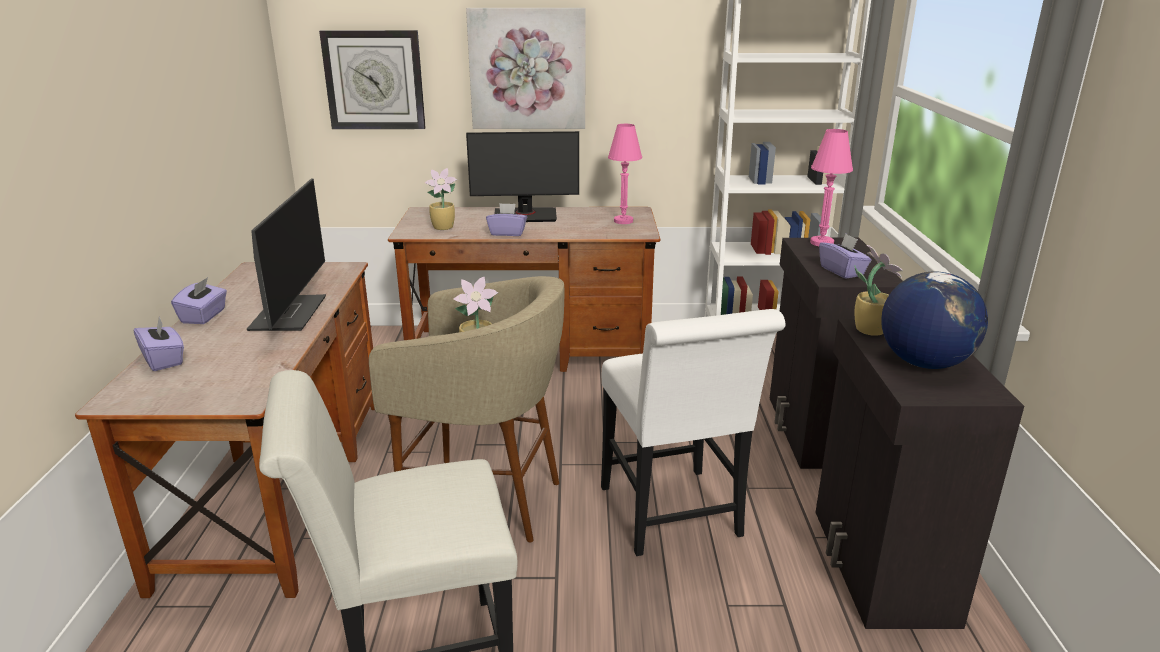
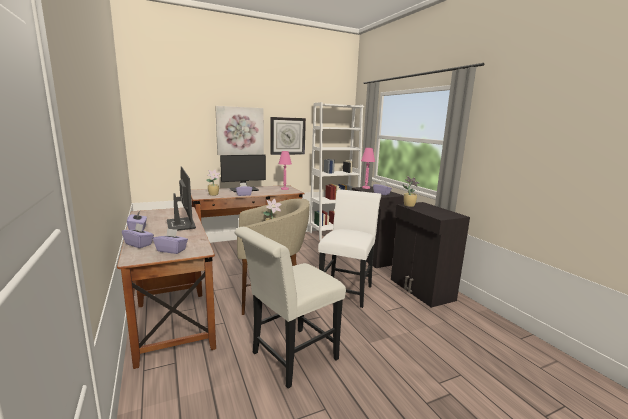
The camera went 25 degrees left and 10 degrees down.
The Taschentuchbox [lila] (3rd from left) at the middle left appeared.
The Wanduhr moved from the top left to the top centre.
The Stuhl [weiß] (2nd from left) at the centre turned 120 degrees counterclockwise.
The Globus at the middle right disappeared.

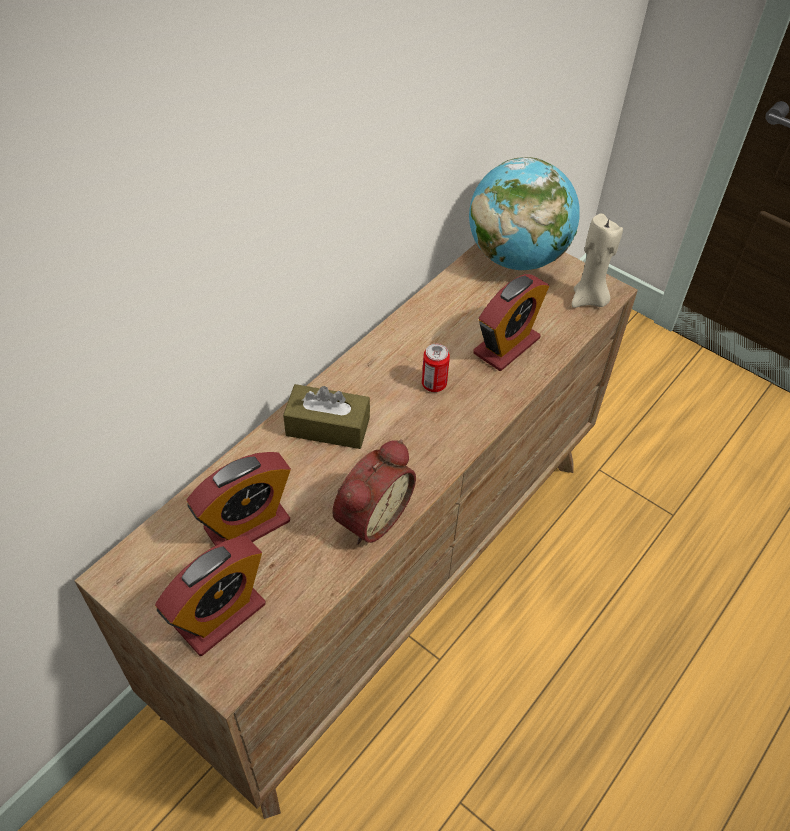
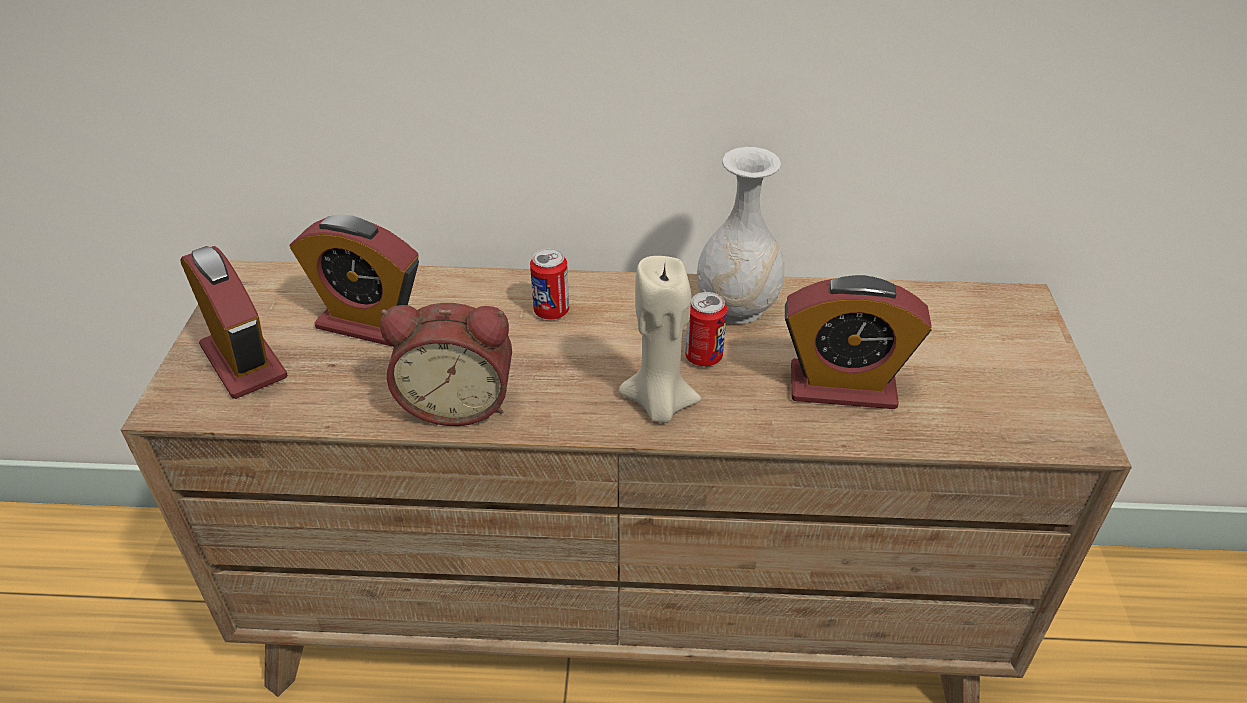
The camera went 55 degrees right and 10 degrees down.
The Wecker (1st from left) at the bottom left turned 135 degrees counterclockwise.
The Taschentuchbox [braun] at the centre was replaced by the Dose (1st from left) at the centre.
The Kerze [beige] moved from the top right to the centre.
The Vase [weiß] at the centre appeared.
The Globus at the top centre disappeared.

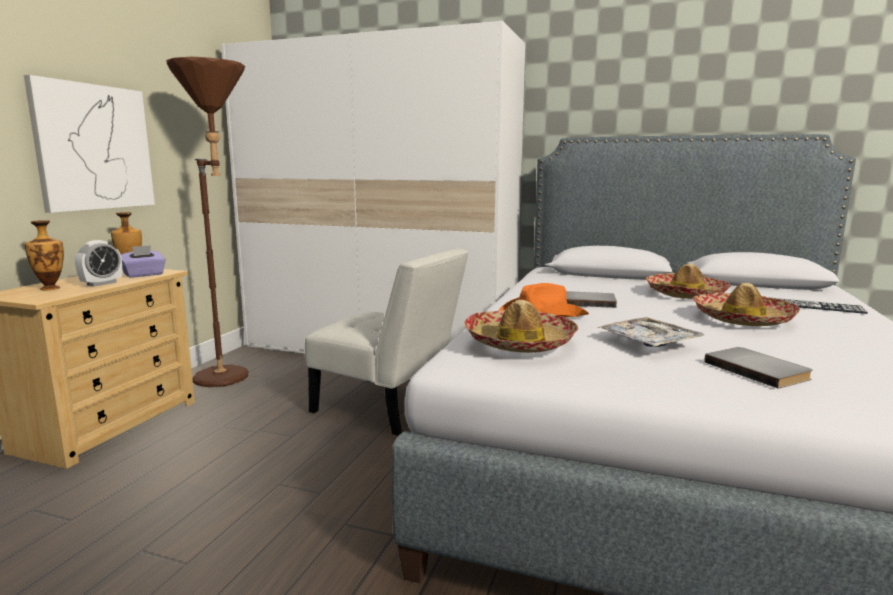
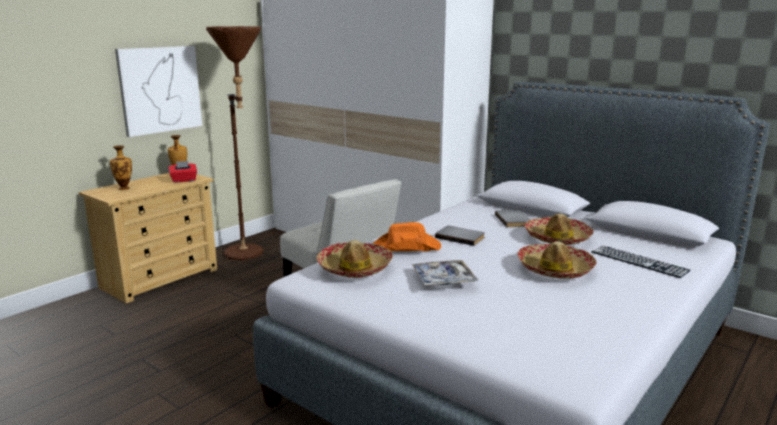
The camera went 20 degrees right and 5 degrees up.
The Taschentuchbox [lila] at the middle left became the Taschentuchbox [rot] at the middle left.
The Buch [grau] (2nd from left) moved from the middle right to the centre.
The Wecker at the middle left disappeared.

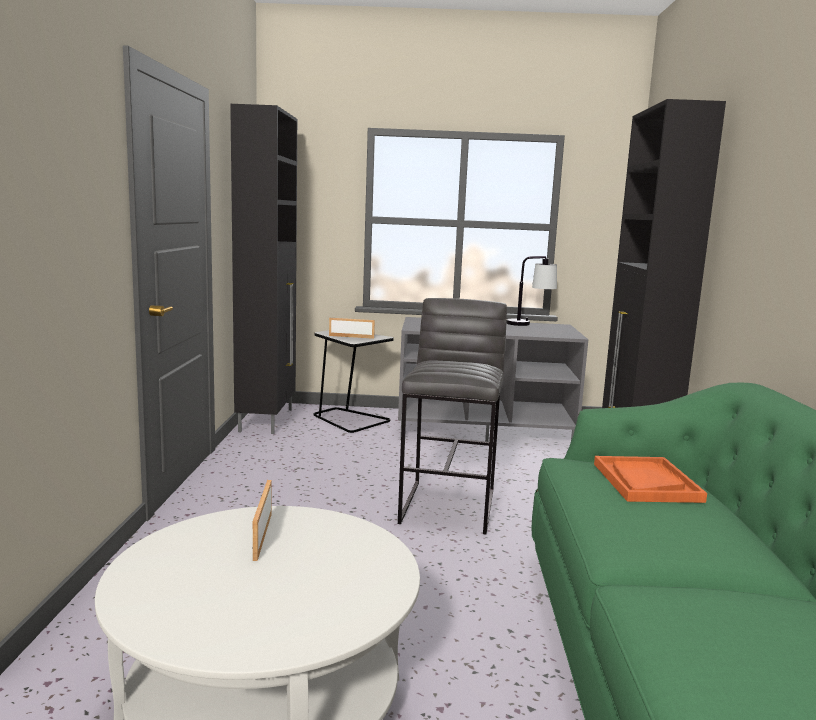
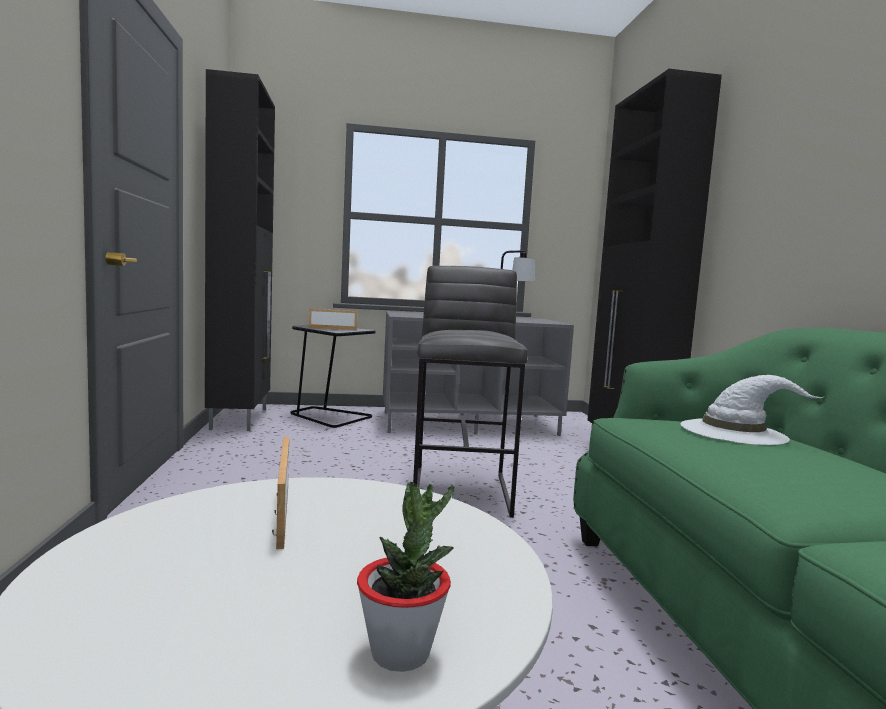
The camera went 10 degrees left and 5 degrees down.
The Topfpflanze at the bottom centre appeared.
The Tablett [orange] at the middle right was replaced by the Hut [weiß] at the middle right.

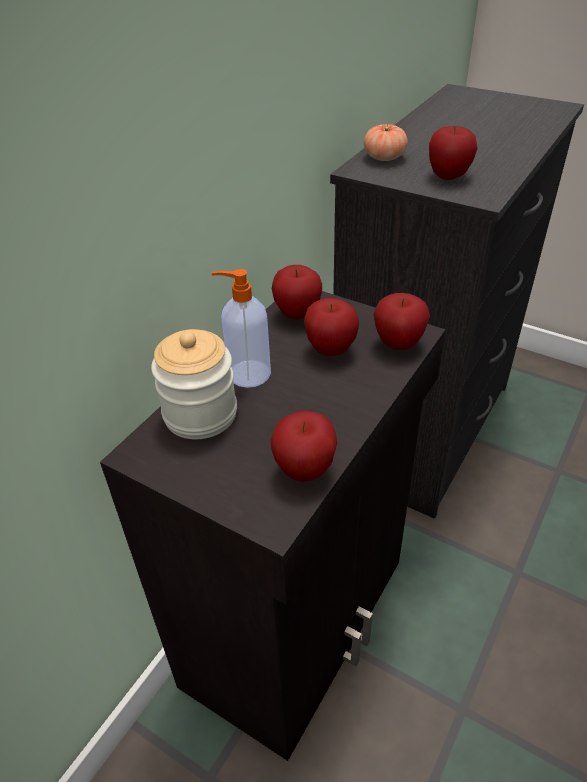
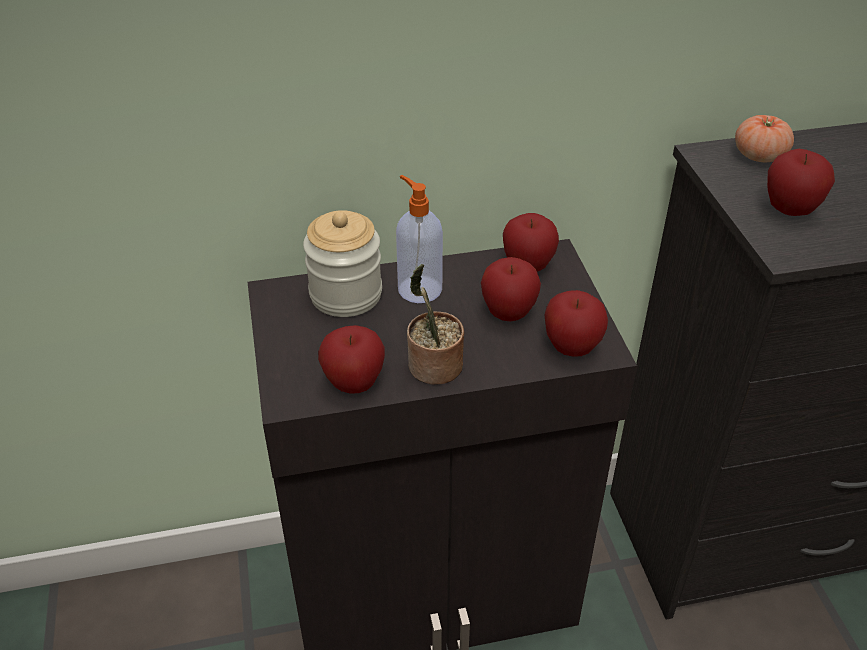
The camera went 45 degrees right and 0 degrees up.
The Topfpflanze at the centre appeared.

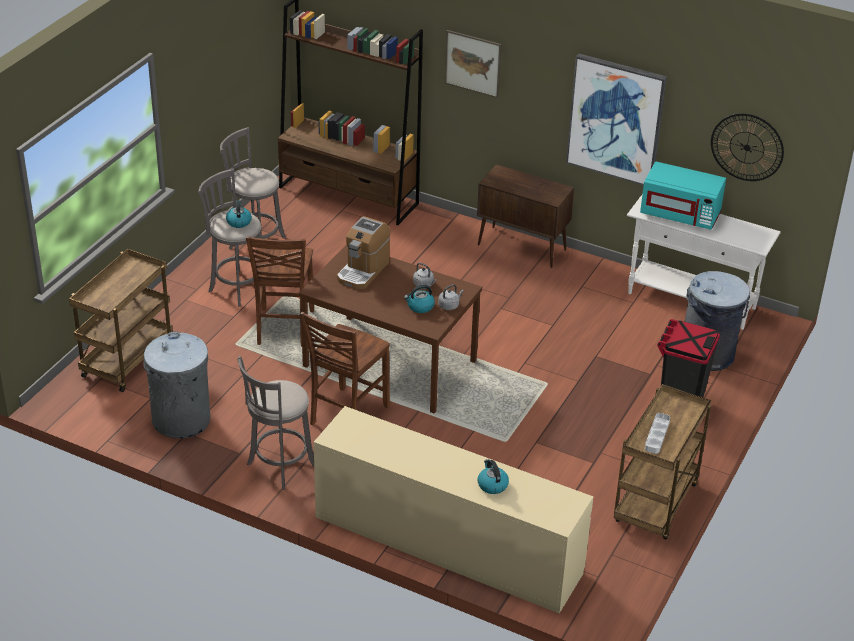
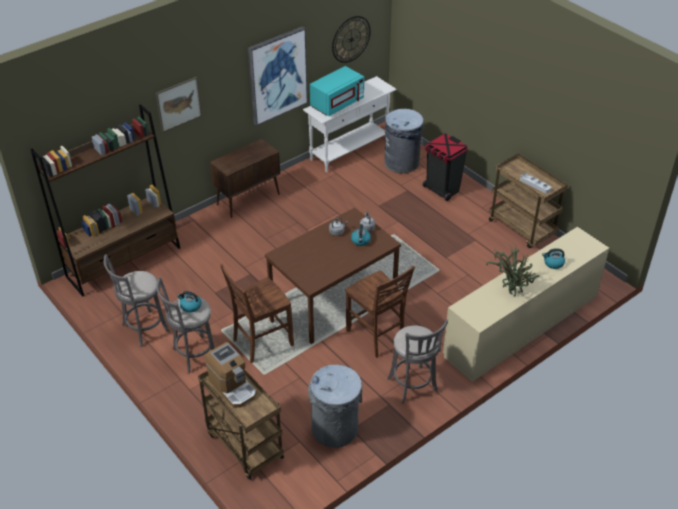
The camera went 65 degrees left and 5 degrees up.
The Kaffeemaschine moved from the centre to the bottom centre.
The Stuhl [braun] (1st from left) at the middle left turned 120 degrees clockwise.
The Topfpflanze at the middle right appeared.

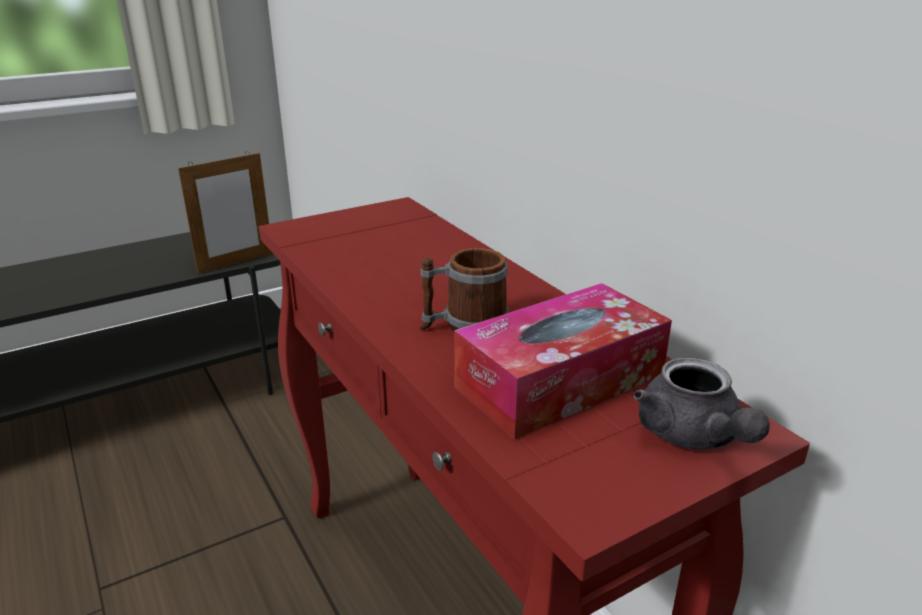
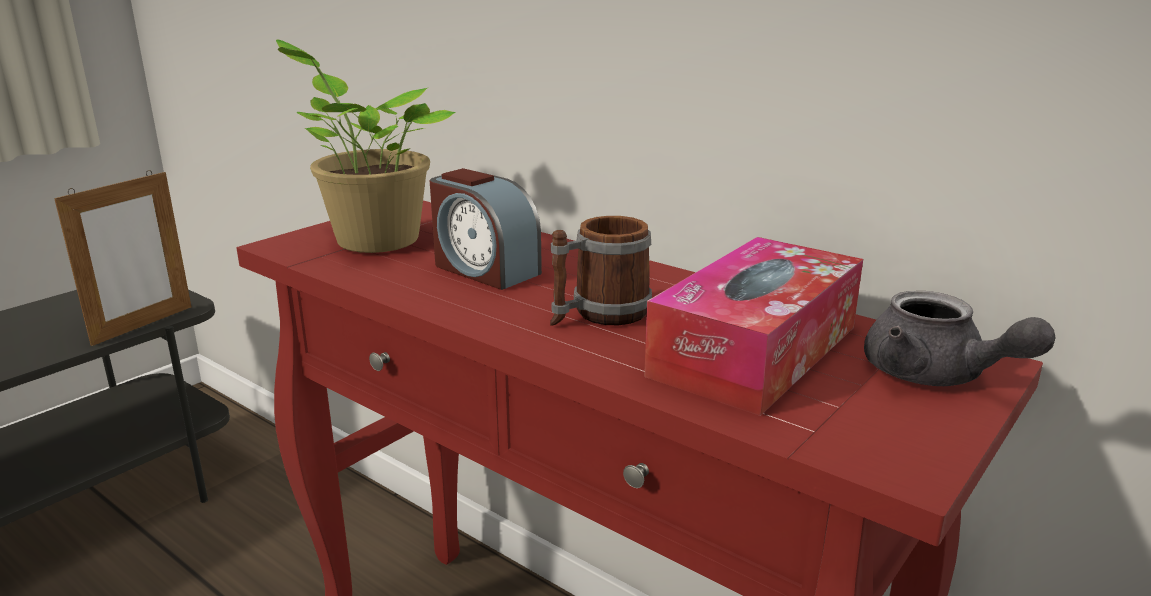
The camera went 20 degrees left and 5 degrees down.
The Topfpflanze at the top left appeared.
The Wecker at the centre appeared.

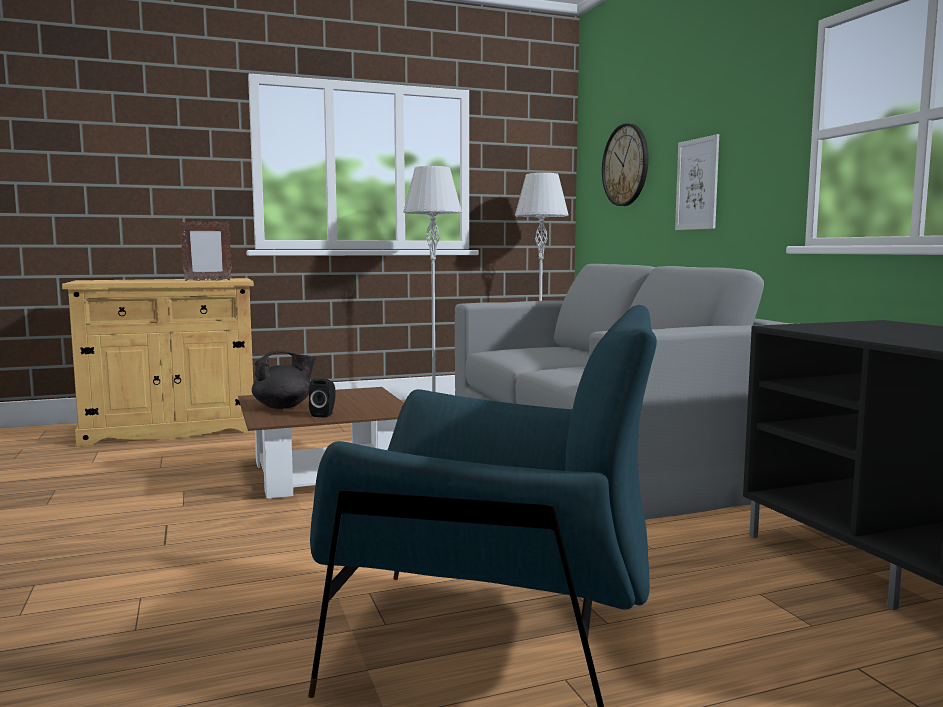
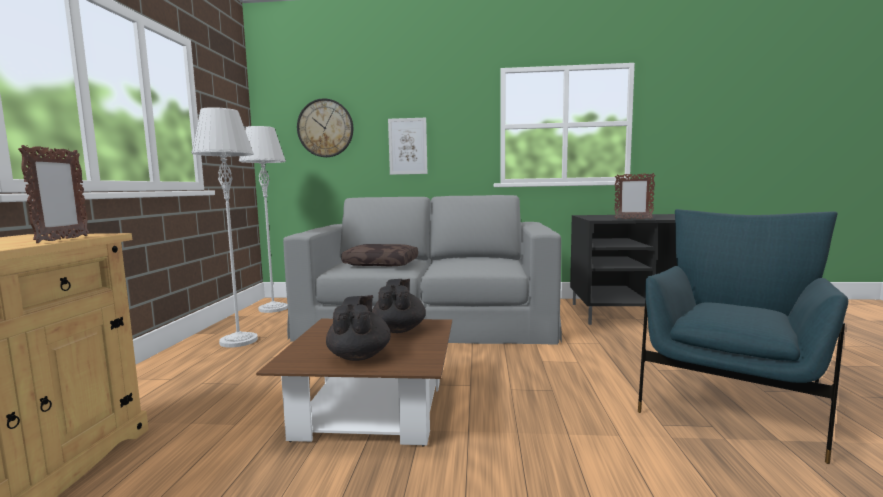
The camera went 65 degrees left and 0 degrees up.
The Kissen [braun] at the centre appeared.
The Teekanne [schwarz] (2nd from left) at the centre appeared.
The Bilderrahmen (2nd from left) at the middle right appeared.
The Lautsprecher [schwarz] at the centre disappeared.

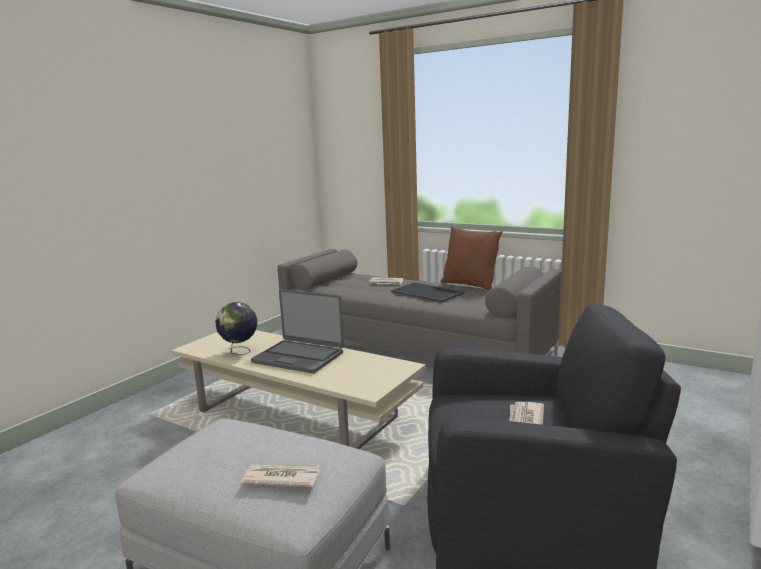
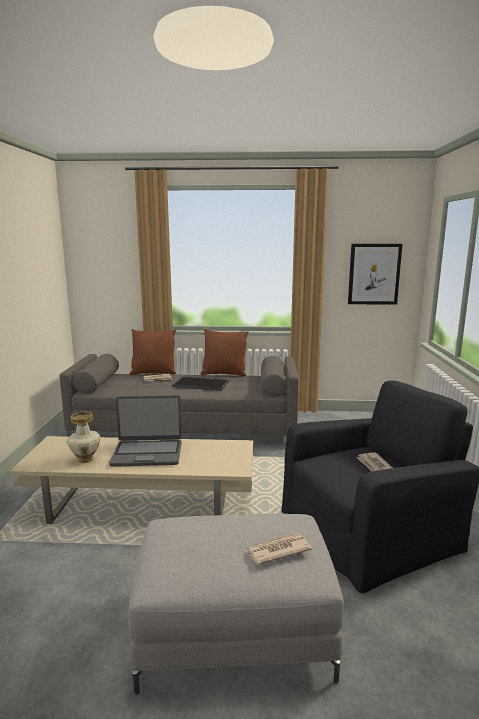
The camera went 30 degrees left and 0 degrees up.
The Globus at the middle left was replaced by the Vase at the middle left.
The Kissen [braun] (1st from left) at the middle left appeared.
The Bild at the middle right appeared.

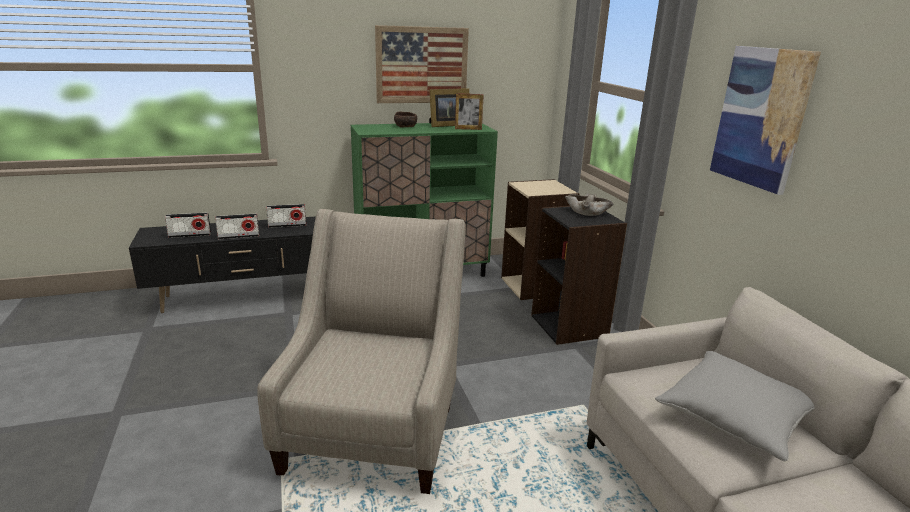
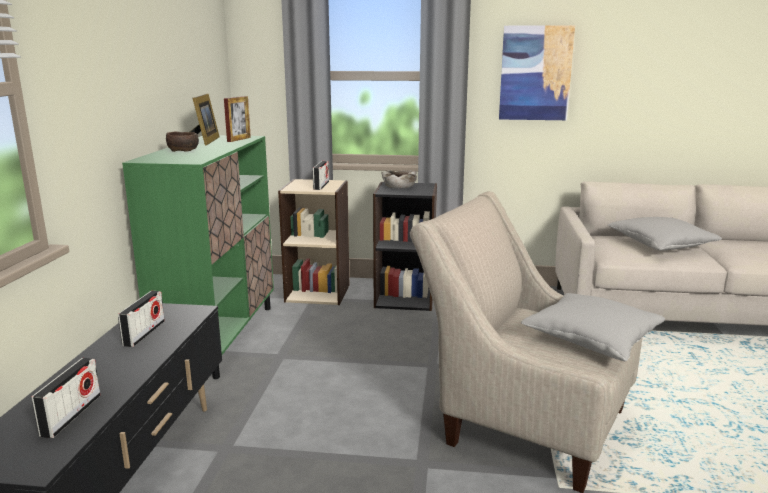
The camera went 65 degrees left and 5 degrees down.
The Radio (2nd from left in the first image) moved from the middle left to the centre.
The Kissen [grau] (1st from left) at the middle right appeared.
The Bild (1st from left) at the top centre disappeared.

